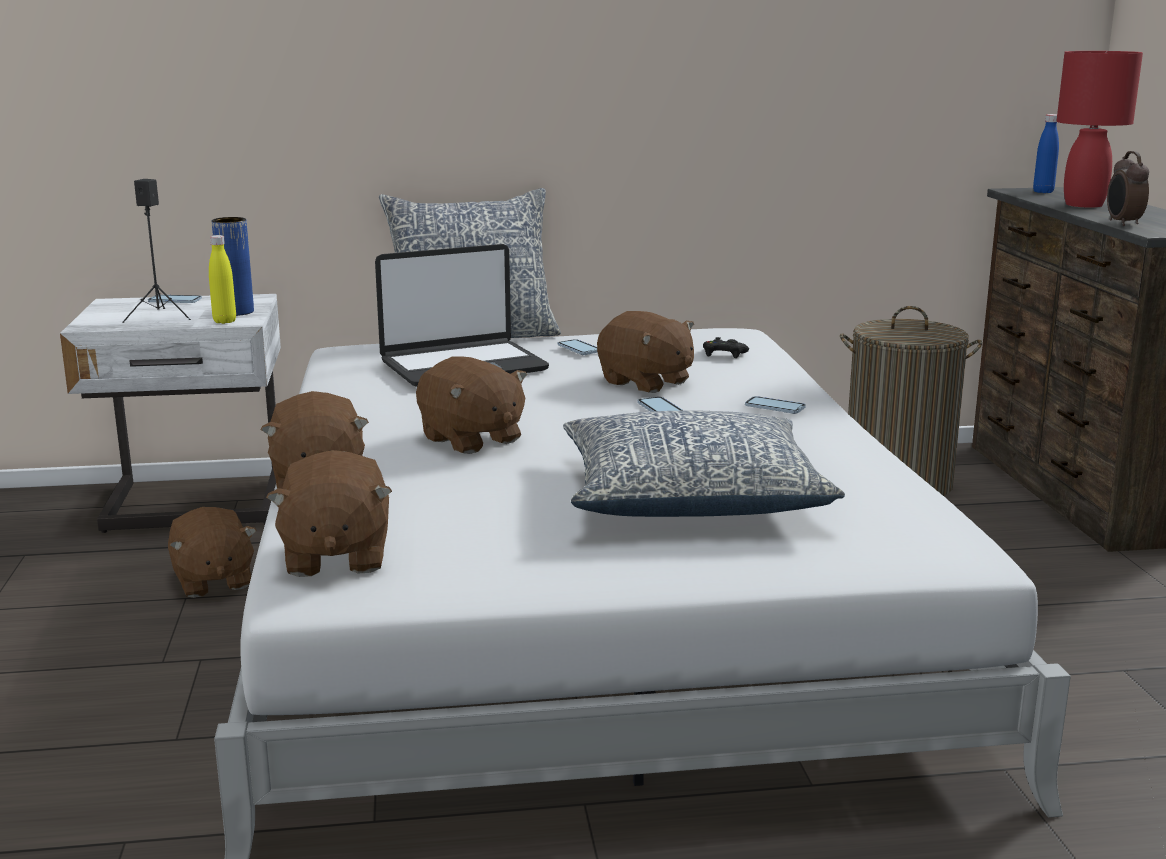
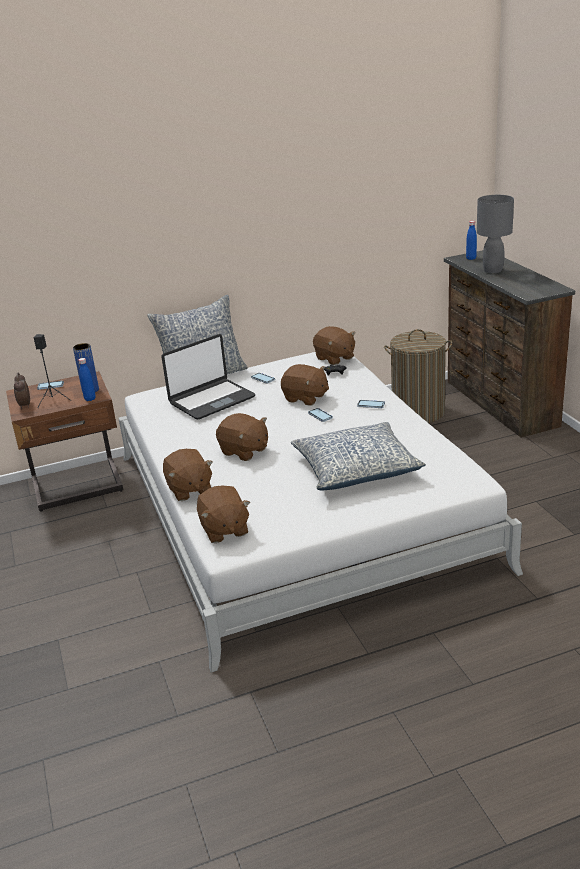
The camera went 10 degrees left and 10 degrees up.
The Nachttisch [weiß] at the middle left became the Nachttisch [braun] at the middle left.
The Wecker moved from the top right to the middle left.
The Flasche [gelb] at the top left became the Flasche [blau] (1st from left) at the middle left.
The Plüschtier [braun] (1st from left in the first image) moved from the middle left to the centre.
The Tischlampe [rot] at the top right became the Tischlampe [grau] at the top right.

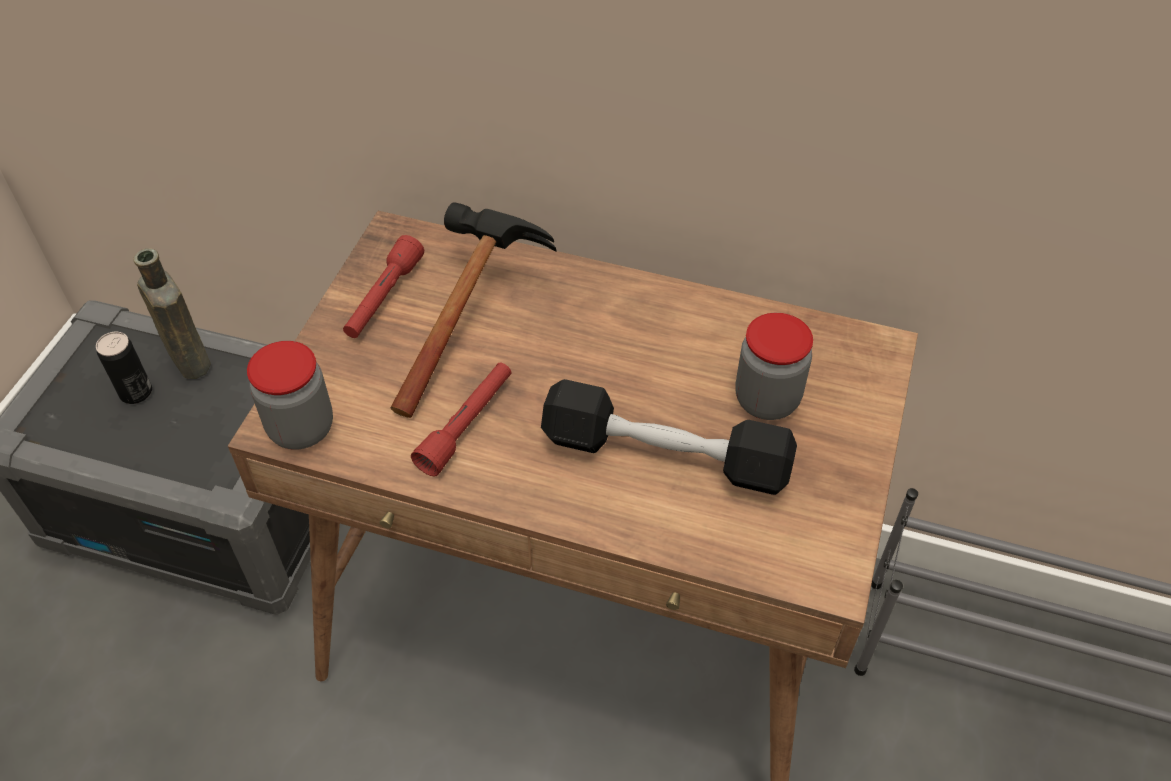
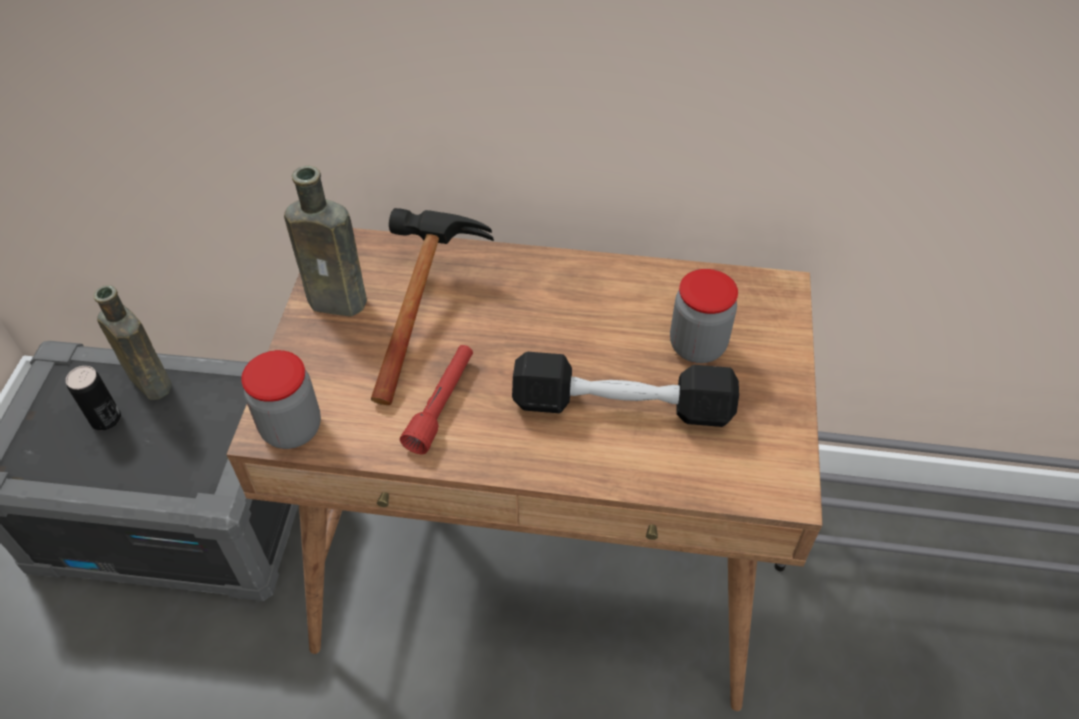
The camera went 10 degrees left and 0 degrees up.
The Taschenlampe [rot] (1st from left) at the middle left was replaced by the Flasche [braun] (2nd from left) at the middle left.

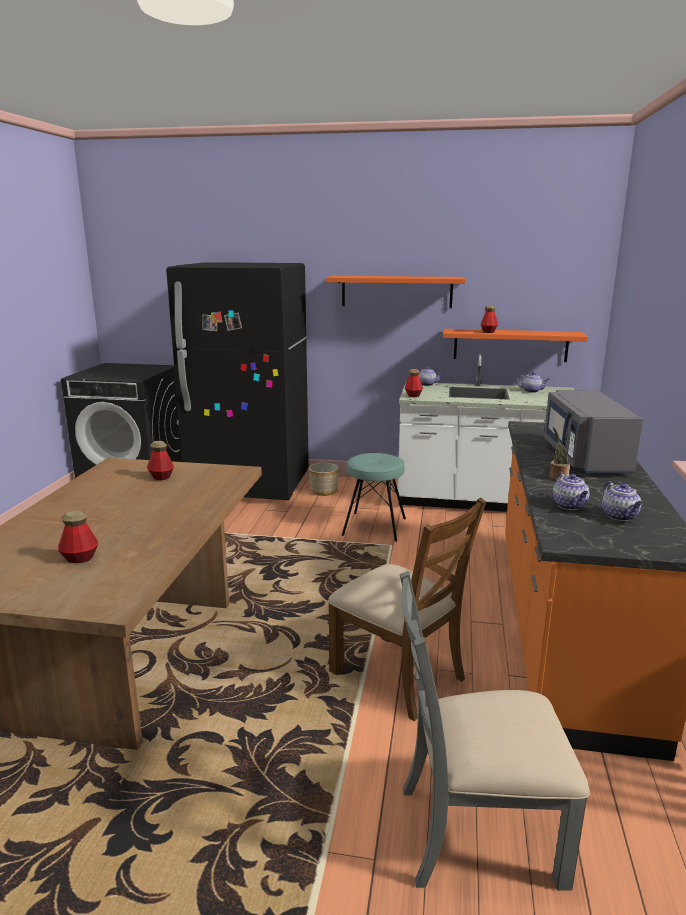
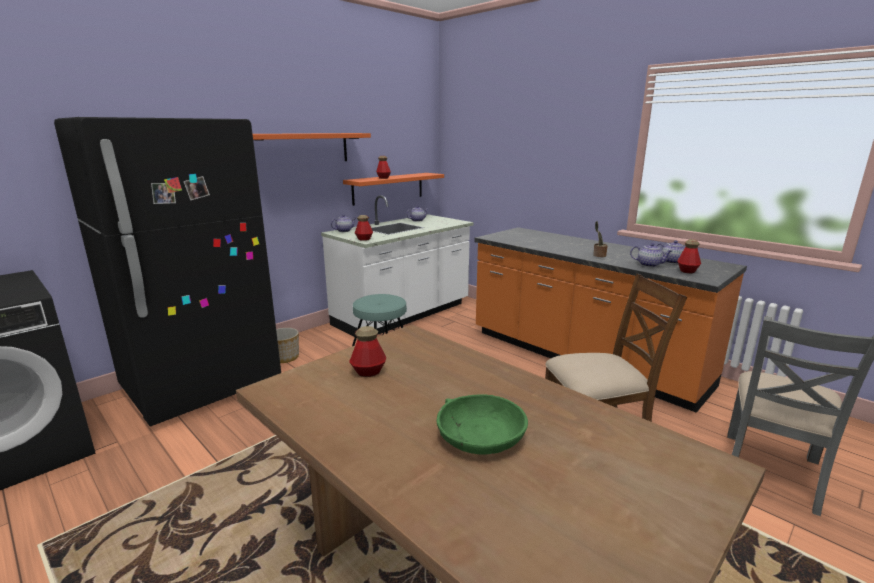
The camera went 55 degrees left and 0 degrees up.
The Schüssel [grün] at the bottom centre appeared.
The Flasche (1st from left in the first image) moved from the middle left to the middle right.
The Mikrowelle [grau] at the middle right disappeared.

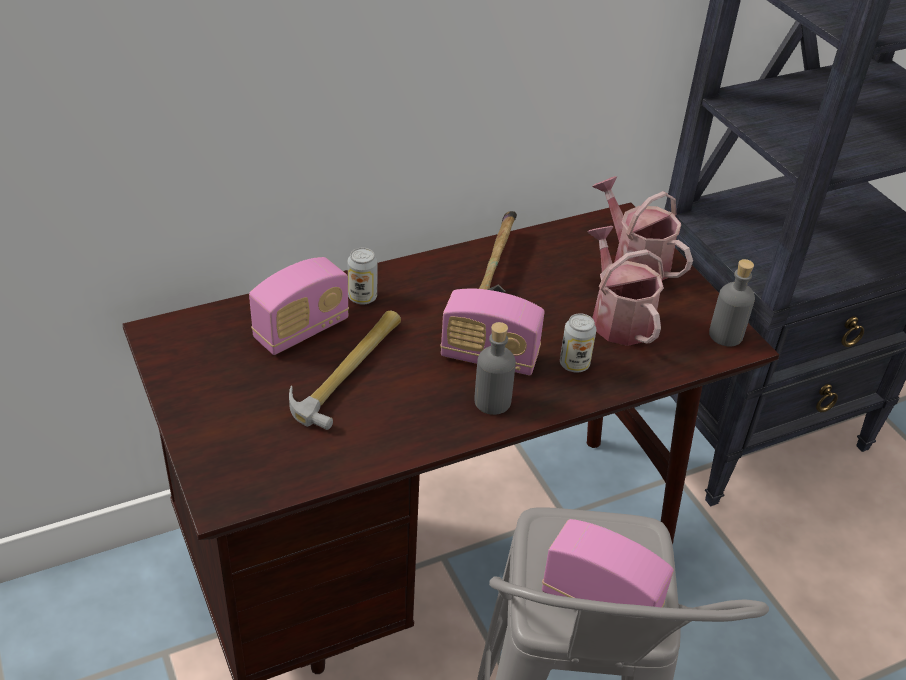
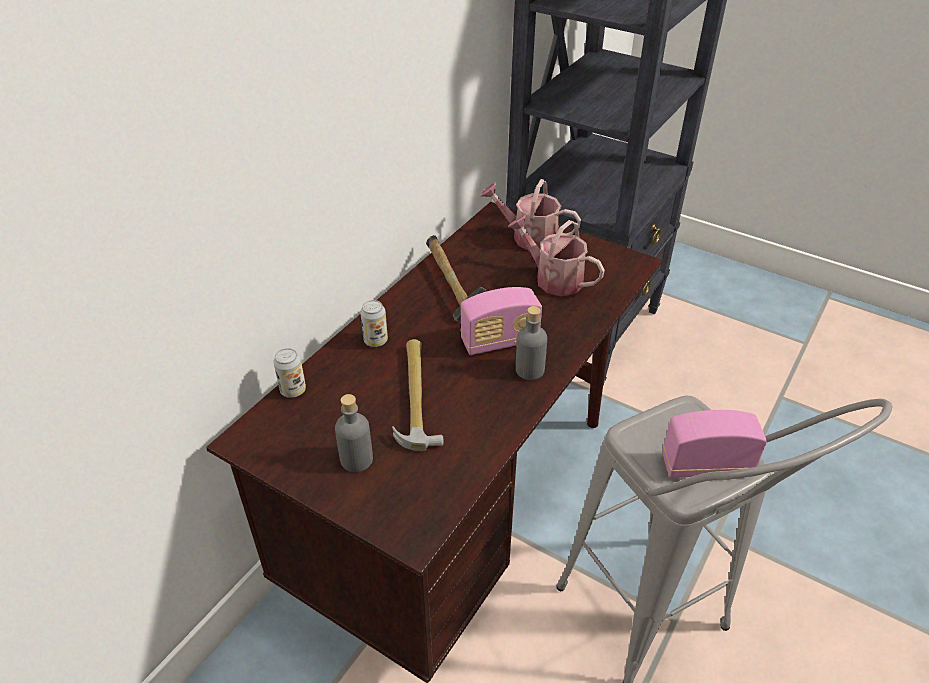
The camera went 30 degrees left and 0 degrees up.
The Dose (2nd from left in the first image) moved from the centre to the middle left.
The Flasche [grau] (2nd from left in the first image) moved from the middle right to the centre.
The Radio (1st from left) at the middle left disappeared.

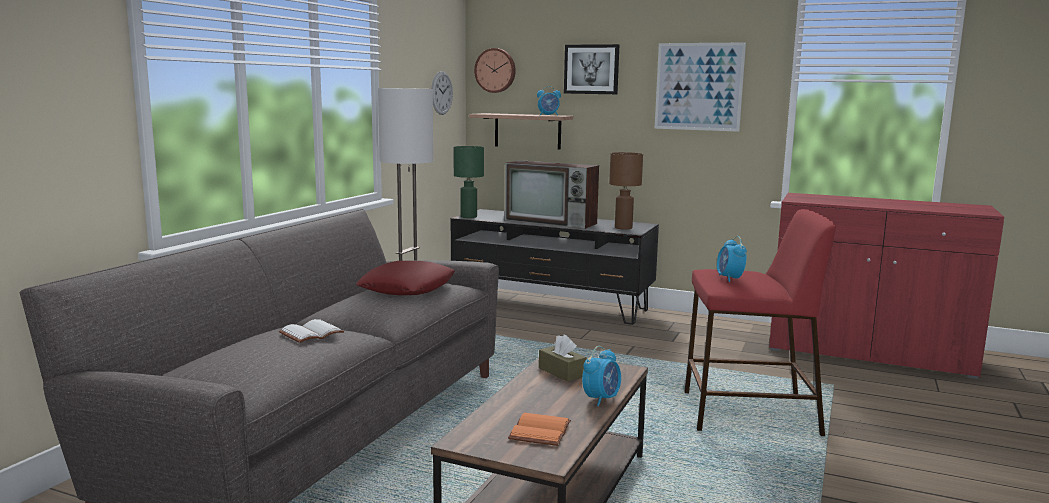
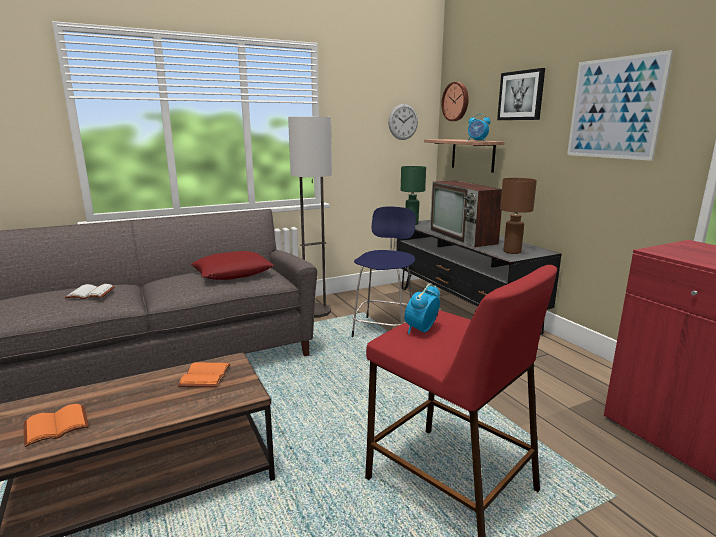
The camera went 40 degrees right and 5 degrees up.
The Taschentuchbox [braun] at the bottom centre was replaced by the Buch [orange] (2nd from left) at the bottom left.
The Hocker [blau] at the centre appeared.
The Wecker (2nd from left) at the bottom centre disappeared.

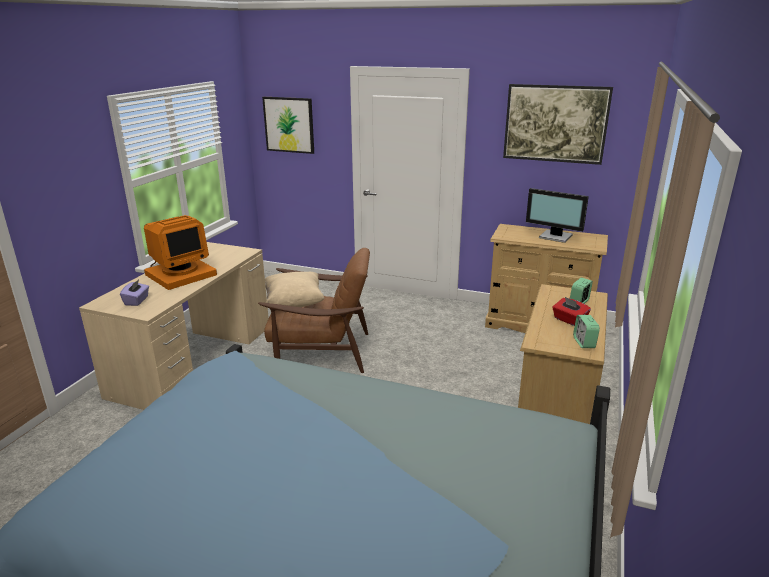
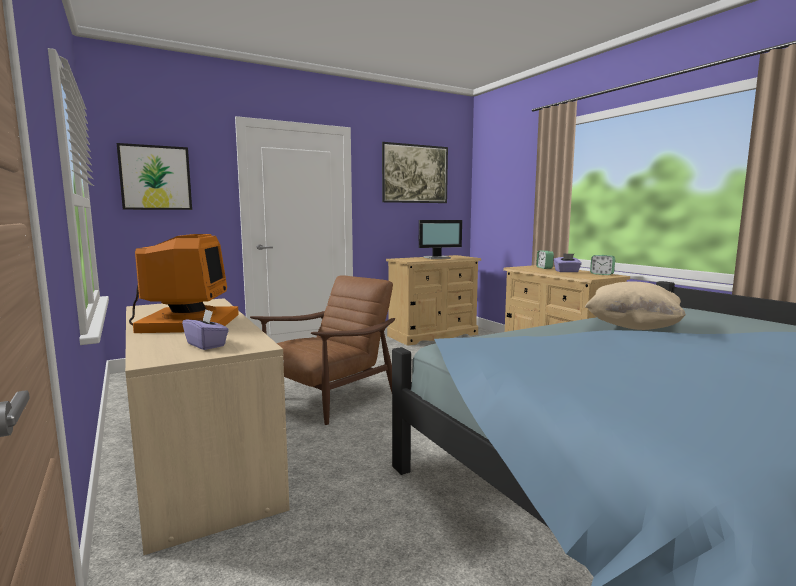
The camera went 50 degrees left and 15 degrees down.
The Taschentuchbox [rot] at the middle right became the Taschentuchbox [lila] (2nd from left) at the middle right.
The Kissen [beige] moved from the centre to the middle right.

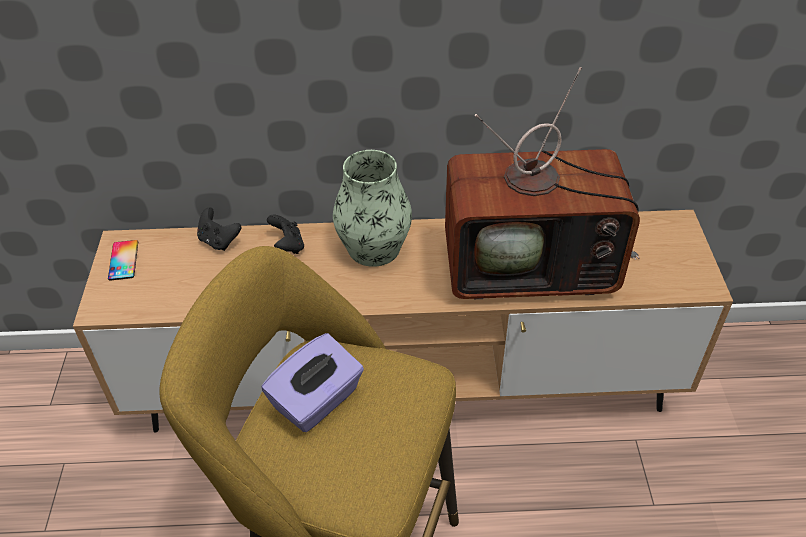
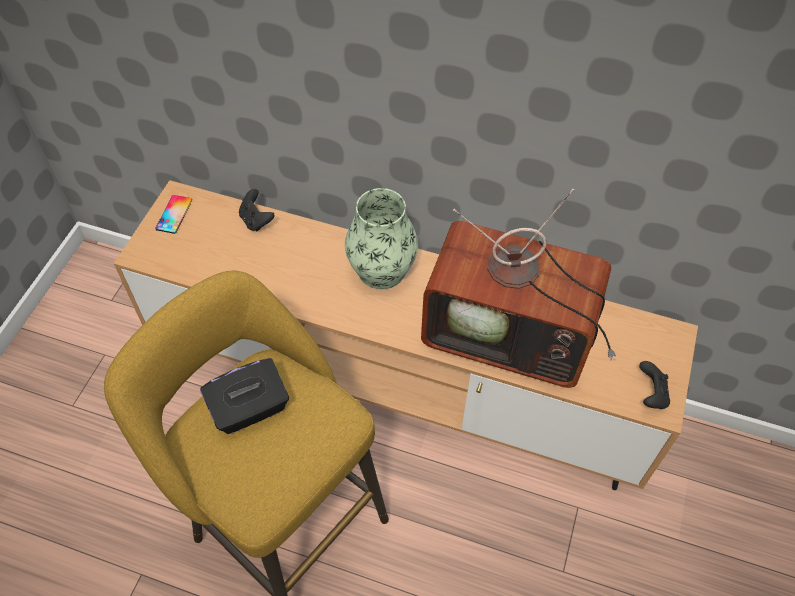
The camera went 20 degrees right and 10 degrees up.
The Taschentuchbox [lila] at the bottom centre became the Taschentuchbox [schwarz] at the middle left.
The Gamepad [schwarz] (2nd from left) moved from the centre to the middle right.

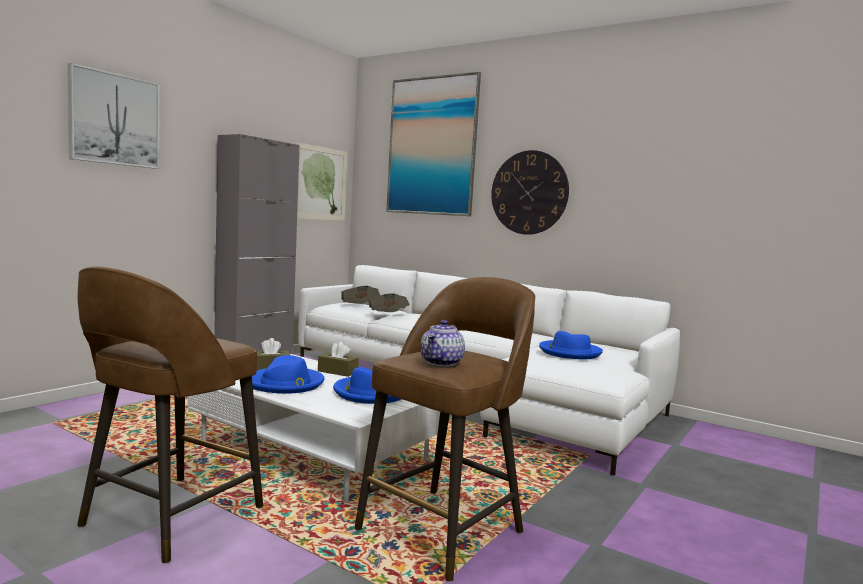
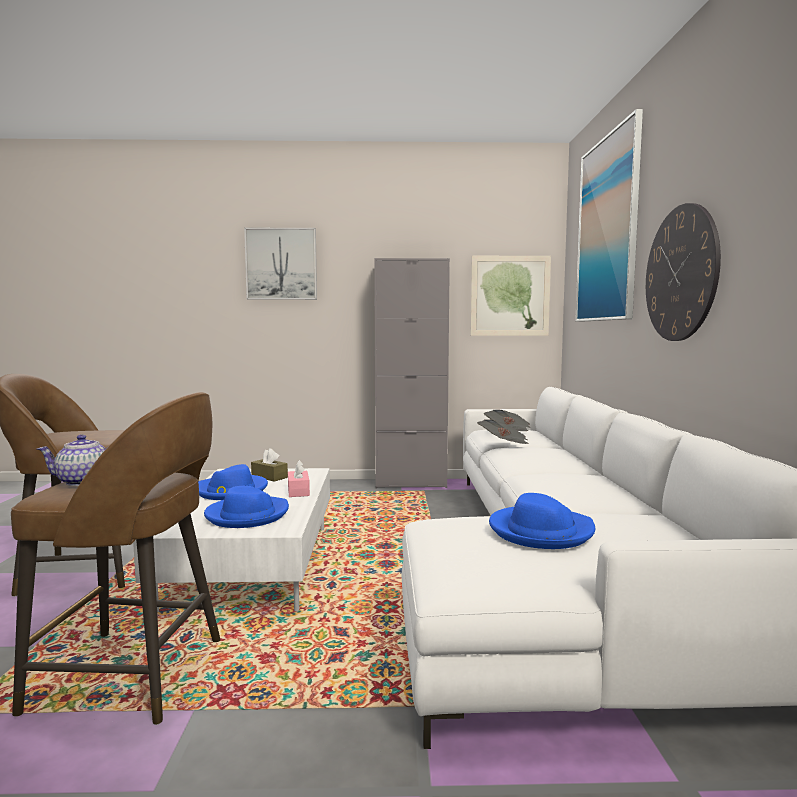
The camera went 55 degrees right and 0 degrees up.
The Taschentuchbox [braun] (2nd from left) at the centre became the Taschentuchbox [rosa] at the centre.

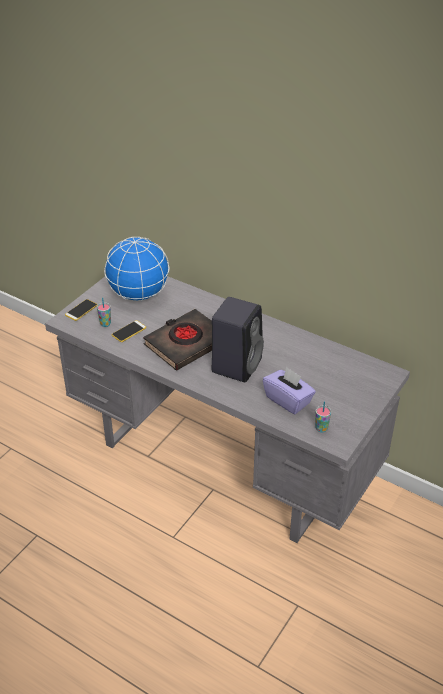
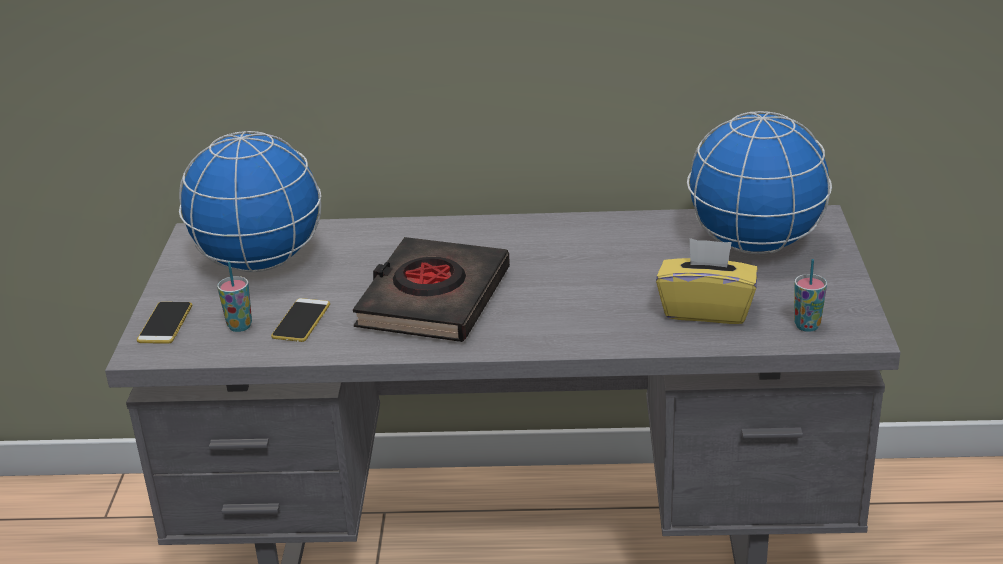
The camera went 30 degrees left and 10 degrees down.
The Taschentuchbox [lila] at the centre became the Taschentuchbox [gelb] at the middle right.
The Globus (2nd from left) at the top right appeared.
The Lautsprecher [schwarz] at the centre disappeared.

